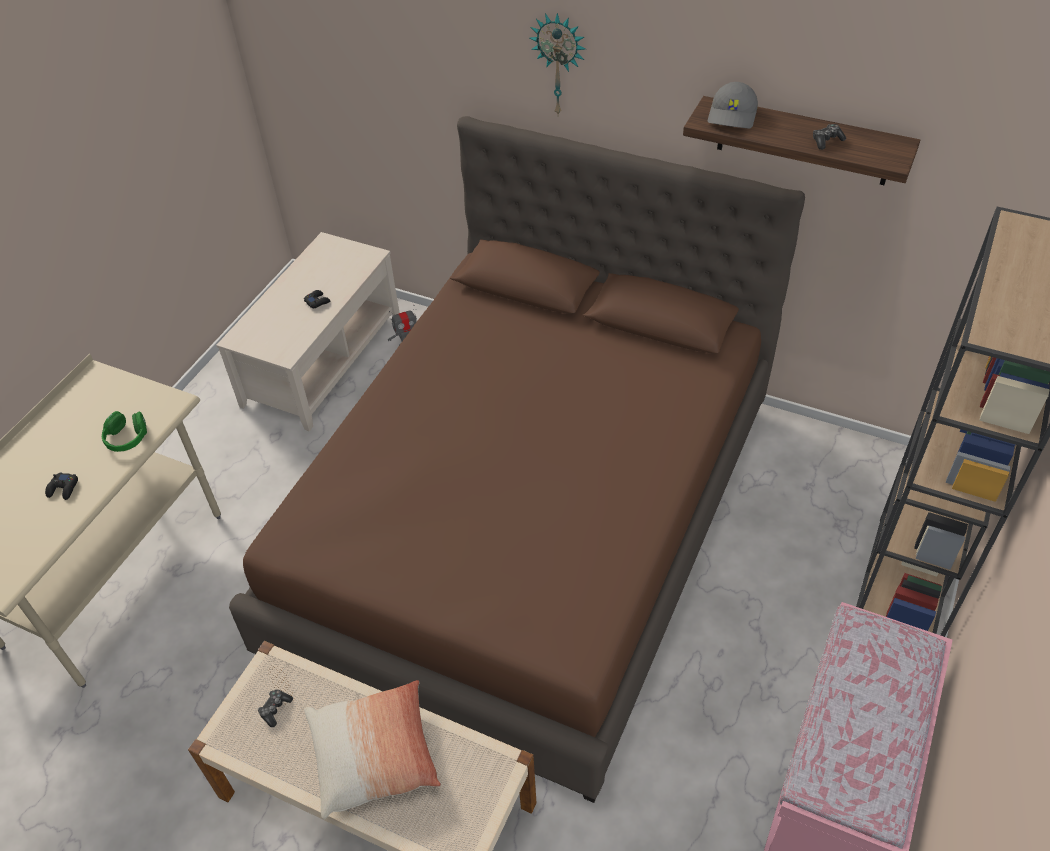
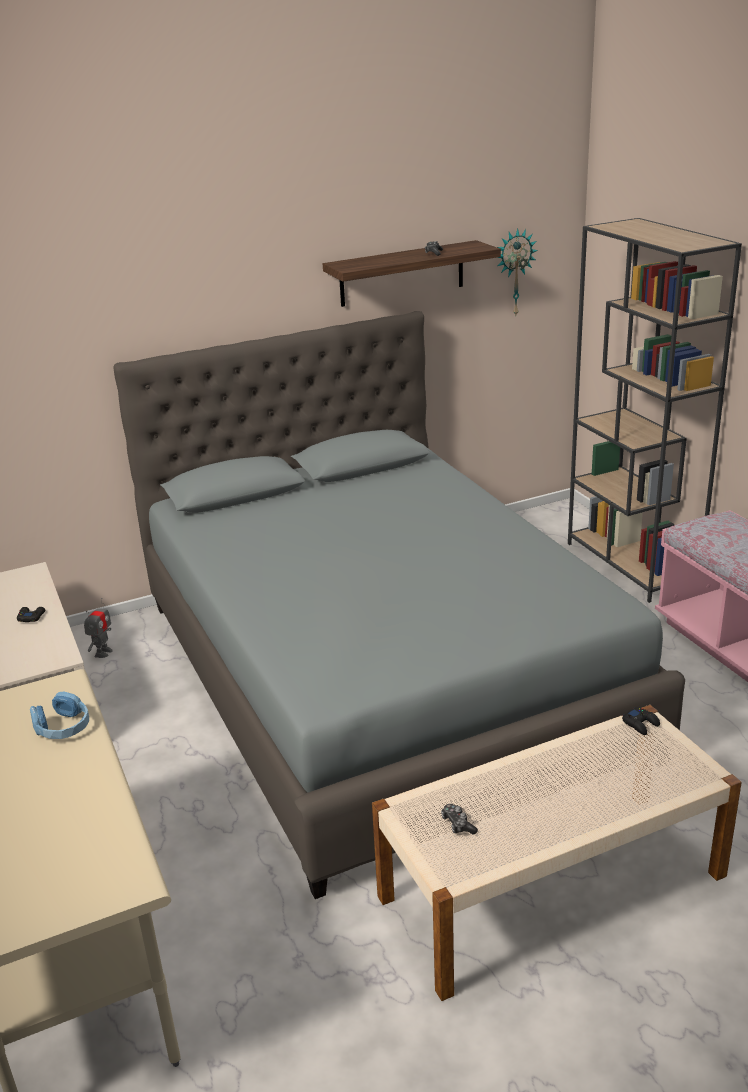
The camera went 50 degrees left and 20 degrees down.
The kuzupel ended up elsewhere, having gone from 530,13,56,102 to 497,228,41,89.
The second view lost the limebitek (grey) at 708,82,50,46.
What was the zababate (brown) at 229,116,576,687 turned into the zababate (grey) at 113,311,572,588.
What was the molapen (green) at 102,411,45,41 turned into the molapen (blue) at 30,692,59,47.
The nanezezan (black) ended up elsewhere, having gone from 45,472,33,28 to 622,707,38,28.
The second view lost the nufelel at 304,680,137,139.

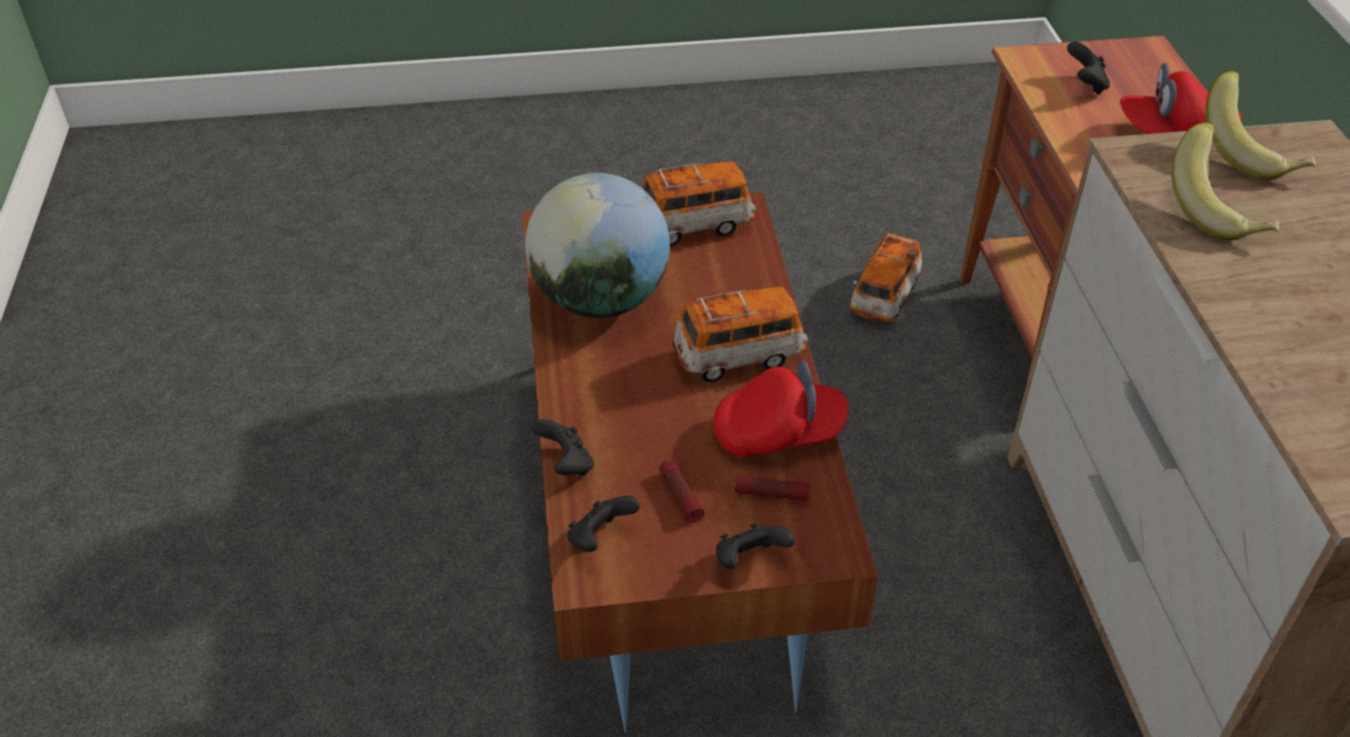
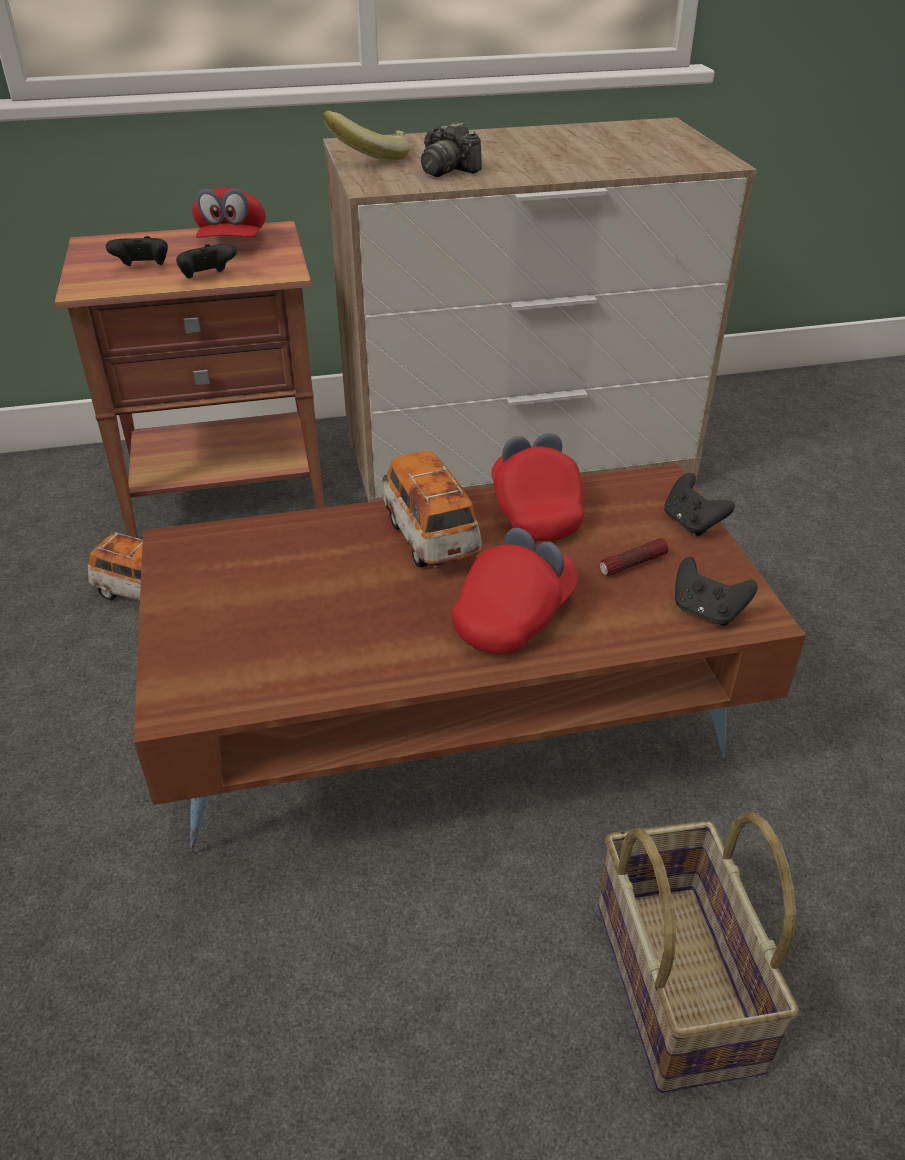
The camera went 95 degrees left and 5 degrees down.
Where the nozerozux stood at 1172,122,107,118, the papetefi came to stand at 421,122,61,55.
The second view lost the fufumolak at 641,162,114,84.
The second view lost the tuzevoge at 525,173,145,145.
The nanezezan (black) ended up elsewhere, having gone from 531,419,63,57 to 176,244,61,35.
The second view lost the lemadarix at 734,475,76,26.
The second view gained the limebitek (red) at 452,528,126,126.
The second view gained the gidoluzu at 598,812,202,281.

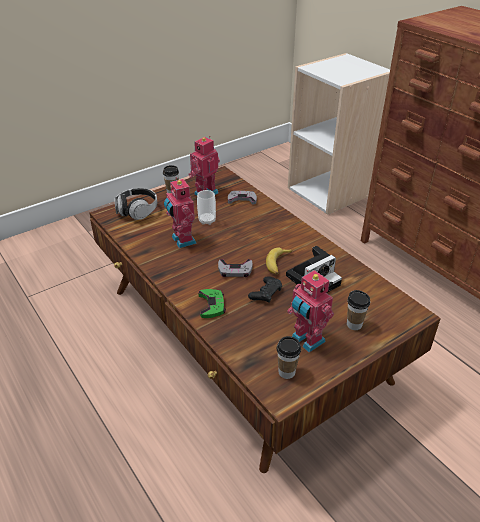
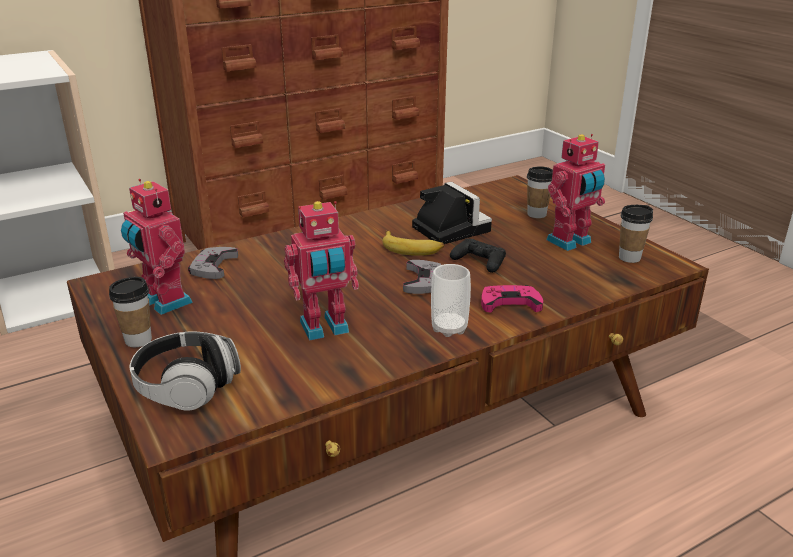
The camera went 85 degrees left and 10 degrees down.
The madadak ended up elsewhere, having gone from 197,190,19,35 to 431,264,40,73.
What was the nanezezan (green) at 199,289,27,29 turned into the nanezezan (pink) at 481,285,62,27.

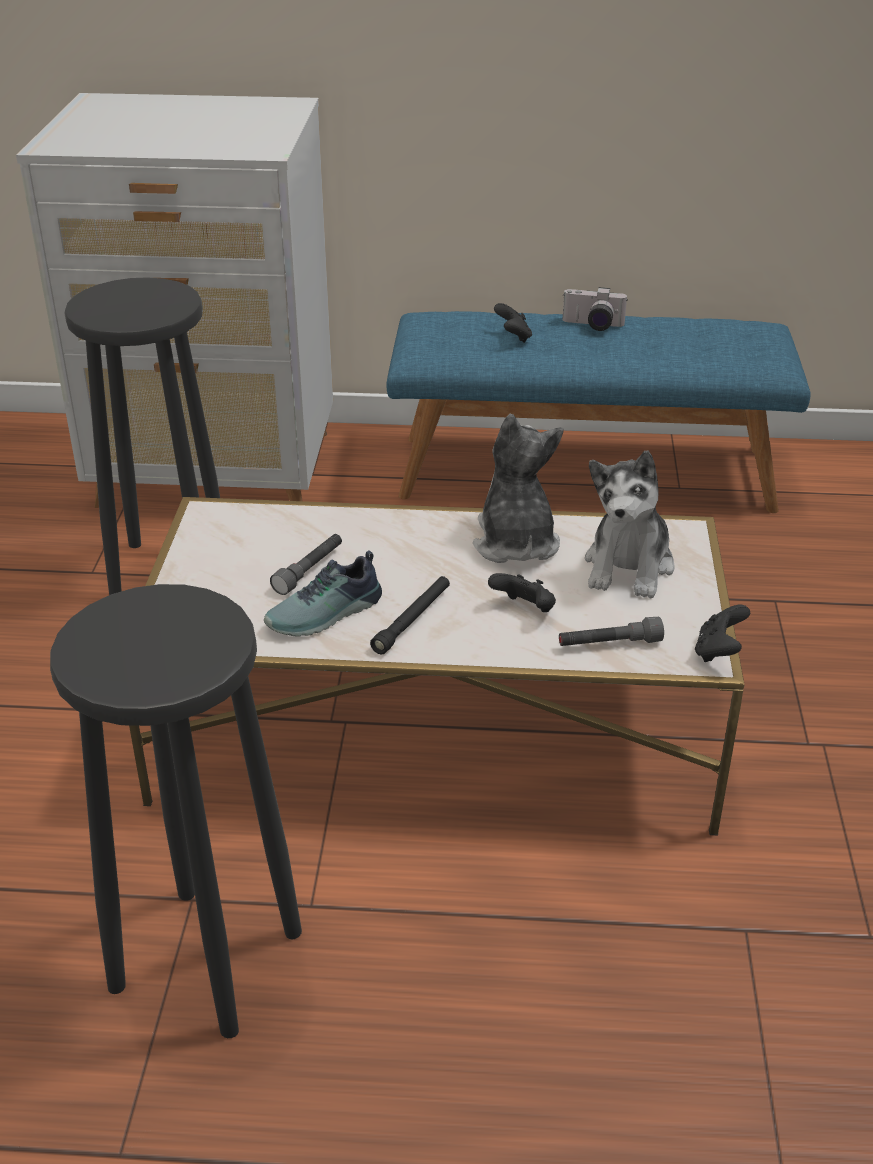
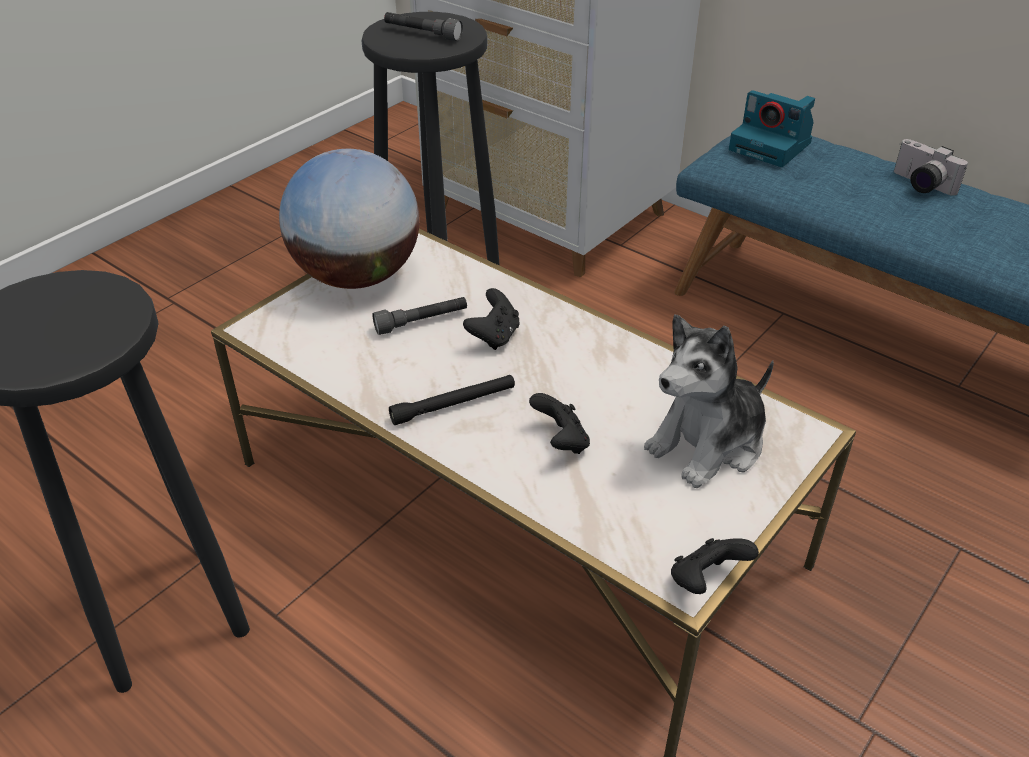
The camera went 35 degrees right and 5 degrees up.
The nanezezan (black) ended up elsewhere, having gone from 494,303,38,40 to 463,288,56,62.
The second view lost the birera at 473,414,91,149.
The second view lost the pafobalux at 264,551,118,86.
The lemadarix (grey) ended up elsewhere, having gone from 559,617,105,29 to 384,12,79,29.
The second view gained the papetefi at 729,90,86,77.
The second view gained the tuzevoge at 279,149,141,140.

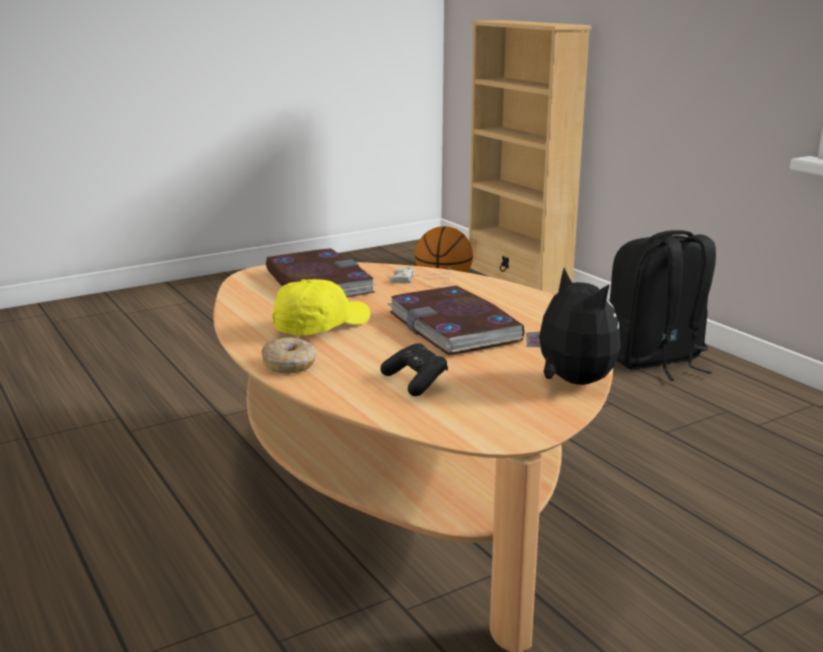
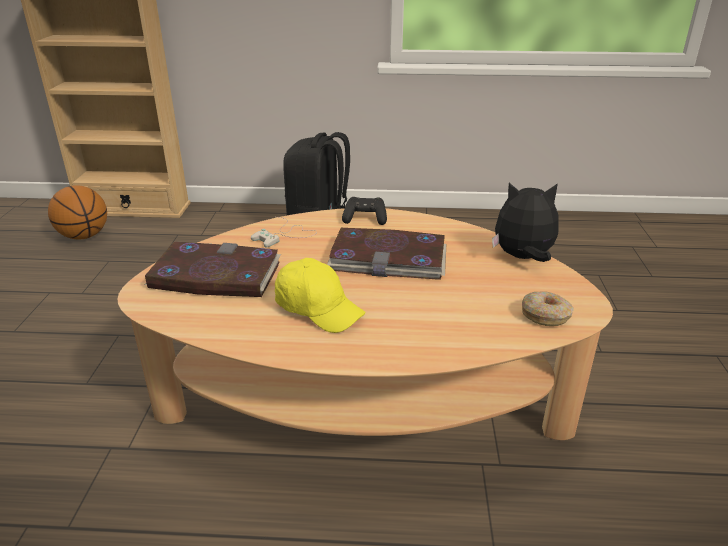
The camera went 55 degrees left and 10 degrees up.
The limebitek (yellow) at 273,279,97,57 ended up facing another way, 135 degrees clockwise from before.
The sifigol ended up elsewhere, having gone from 261,337,55,37 to 522,291,52,35.
The nanezezan (black) ended up elsewhere, having gone from 380,343,68,53 to 342,197,45,28.

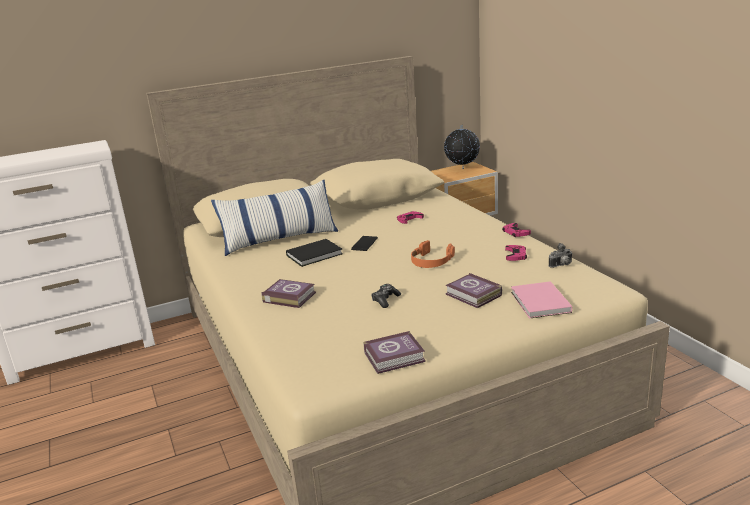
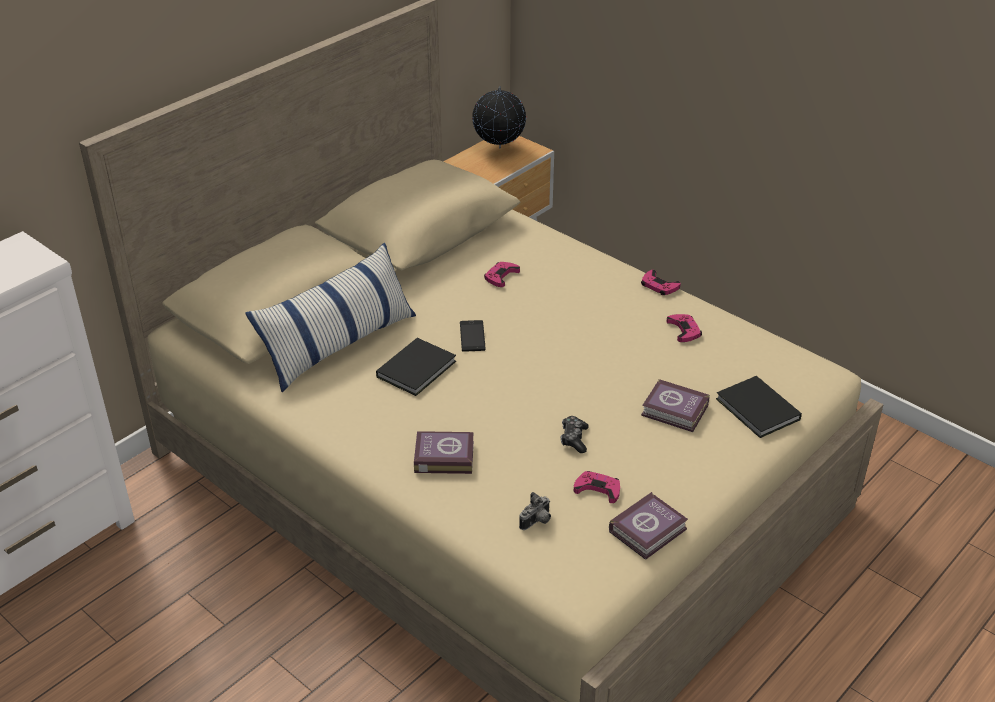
The camera went 25 degrees left and 15 degrees up.
The second view lost the molapen (orange) at 411,240,44,28.
The papetefi ended up elsewhere, having gone from 549,243,24,25 to 519,492,32,38.
What was the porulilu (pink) at 511,281,61,38 turned into the porulilu (black) at 716,376,86,62.
The second view gained the nanezezan (pink) at 574,471,46,32.

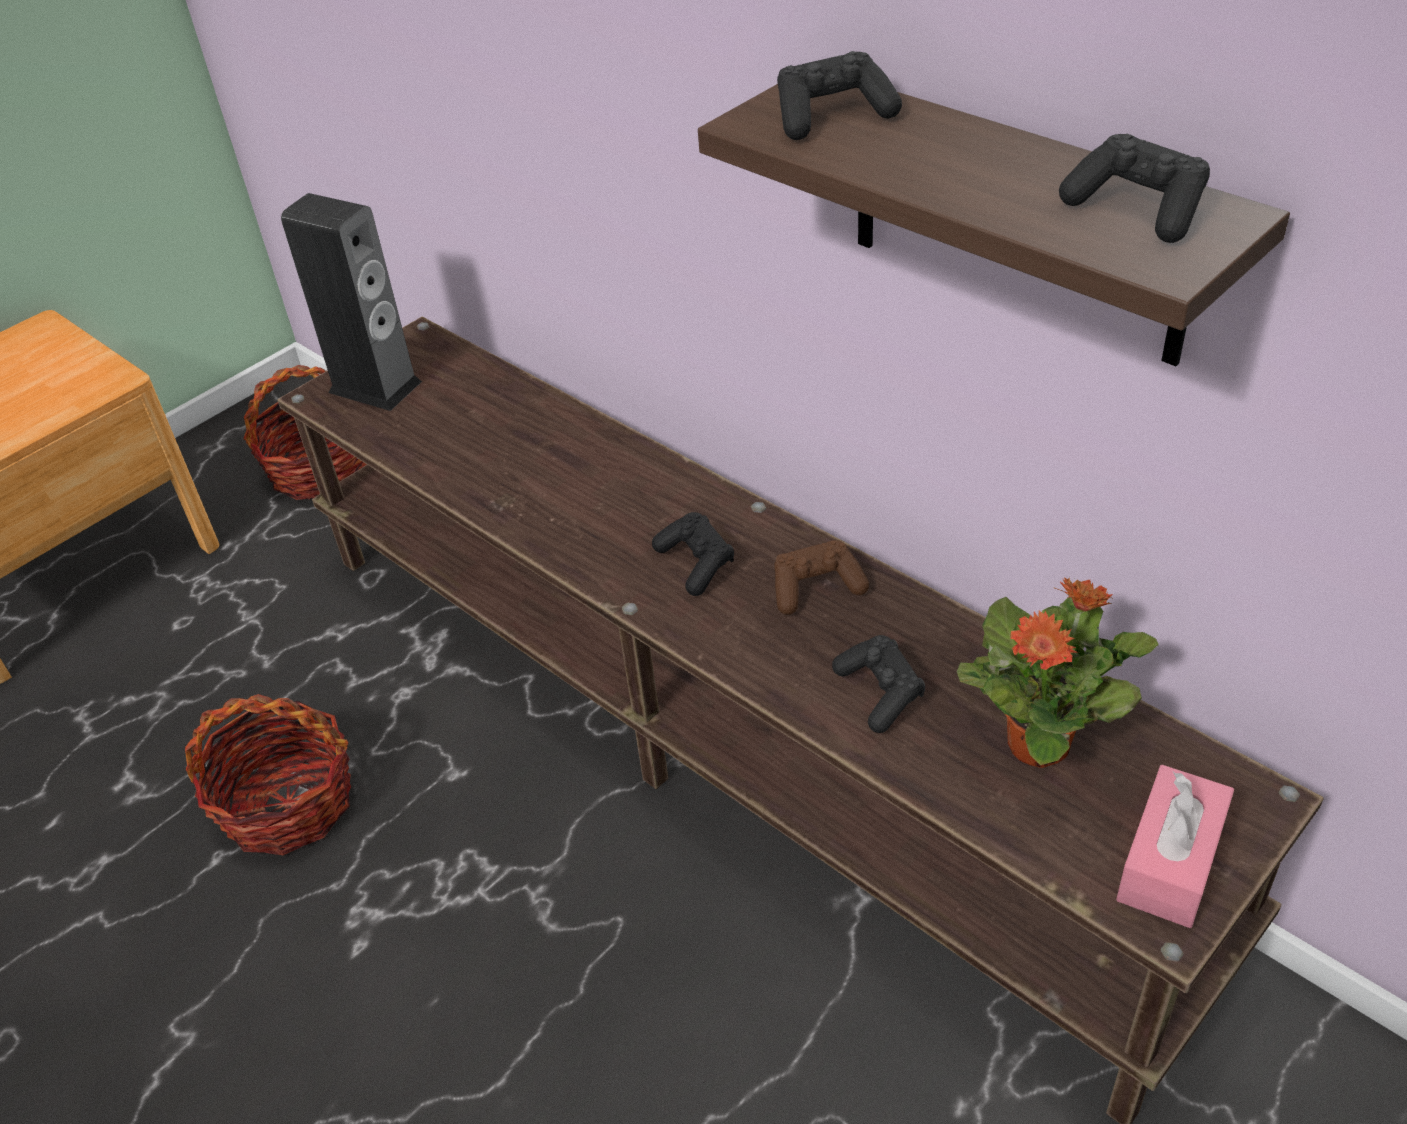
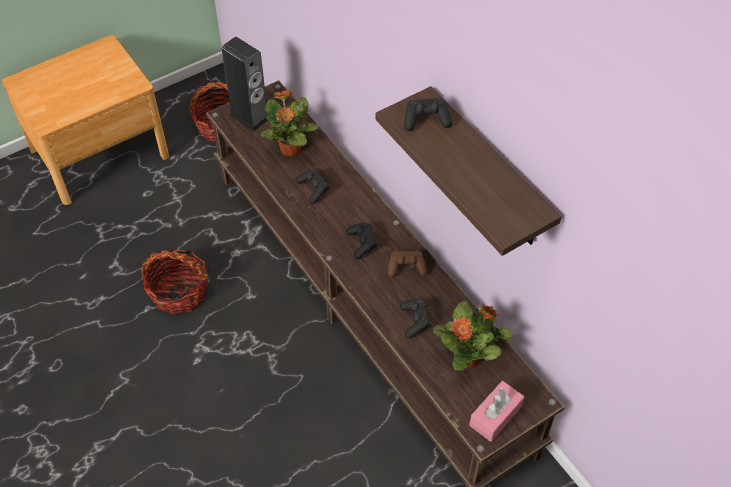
The camera went 10 degrees right and 10 degrees up.
The nanezezan (black) ended up elsewhere, having gone from 1059,134,151,109 to 296,168,33,36.
The second view gained the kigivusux at 261,90,57,66.

